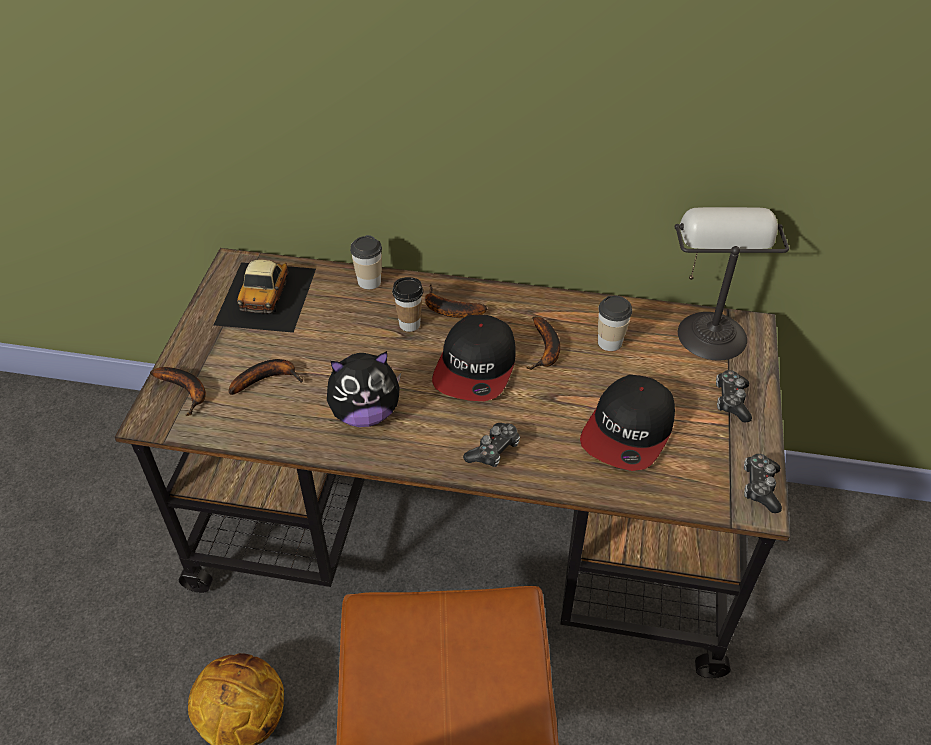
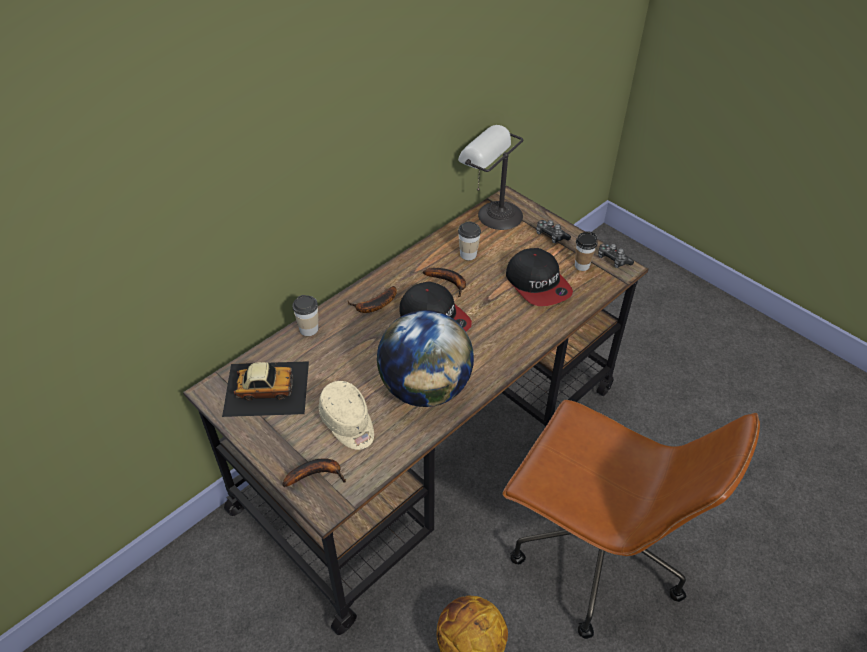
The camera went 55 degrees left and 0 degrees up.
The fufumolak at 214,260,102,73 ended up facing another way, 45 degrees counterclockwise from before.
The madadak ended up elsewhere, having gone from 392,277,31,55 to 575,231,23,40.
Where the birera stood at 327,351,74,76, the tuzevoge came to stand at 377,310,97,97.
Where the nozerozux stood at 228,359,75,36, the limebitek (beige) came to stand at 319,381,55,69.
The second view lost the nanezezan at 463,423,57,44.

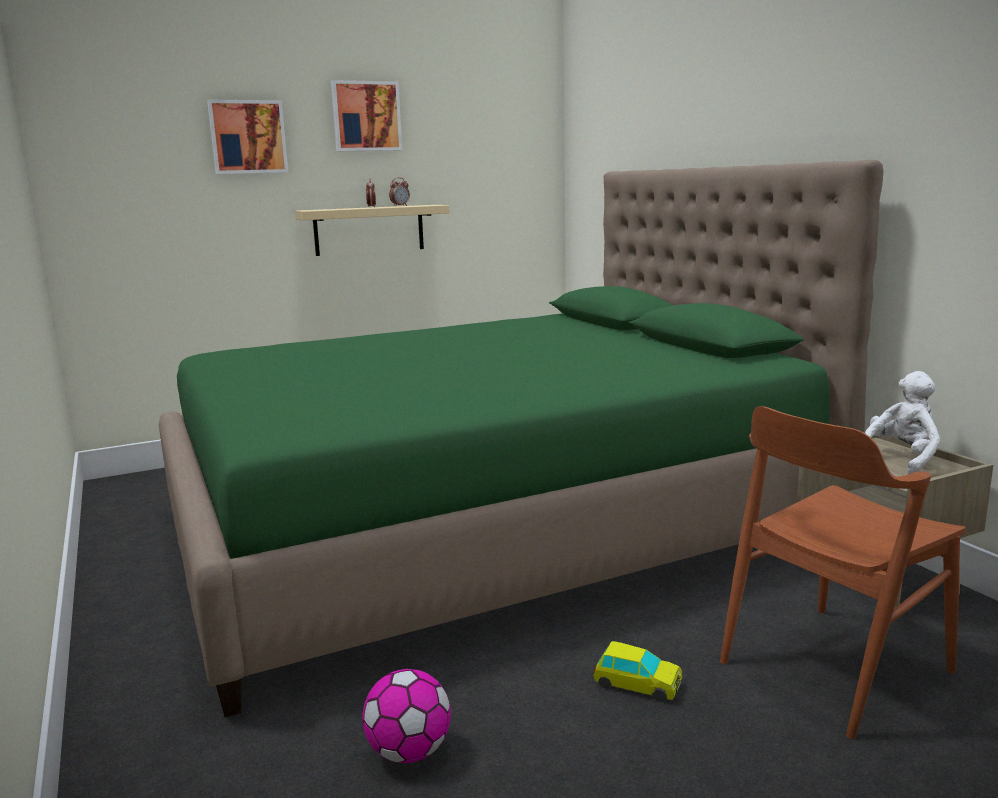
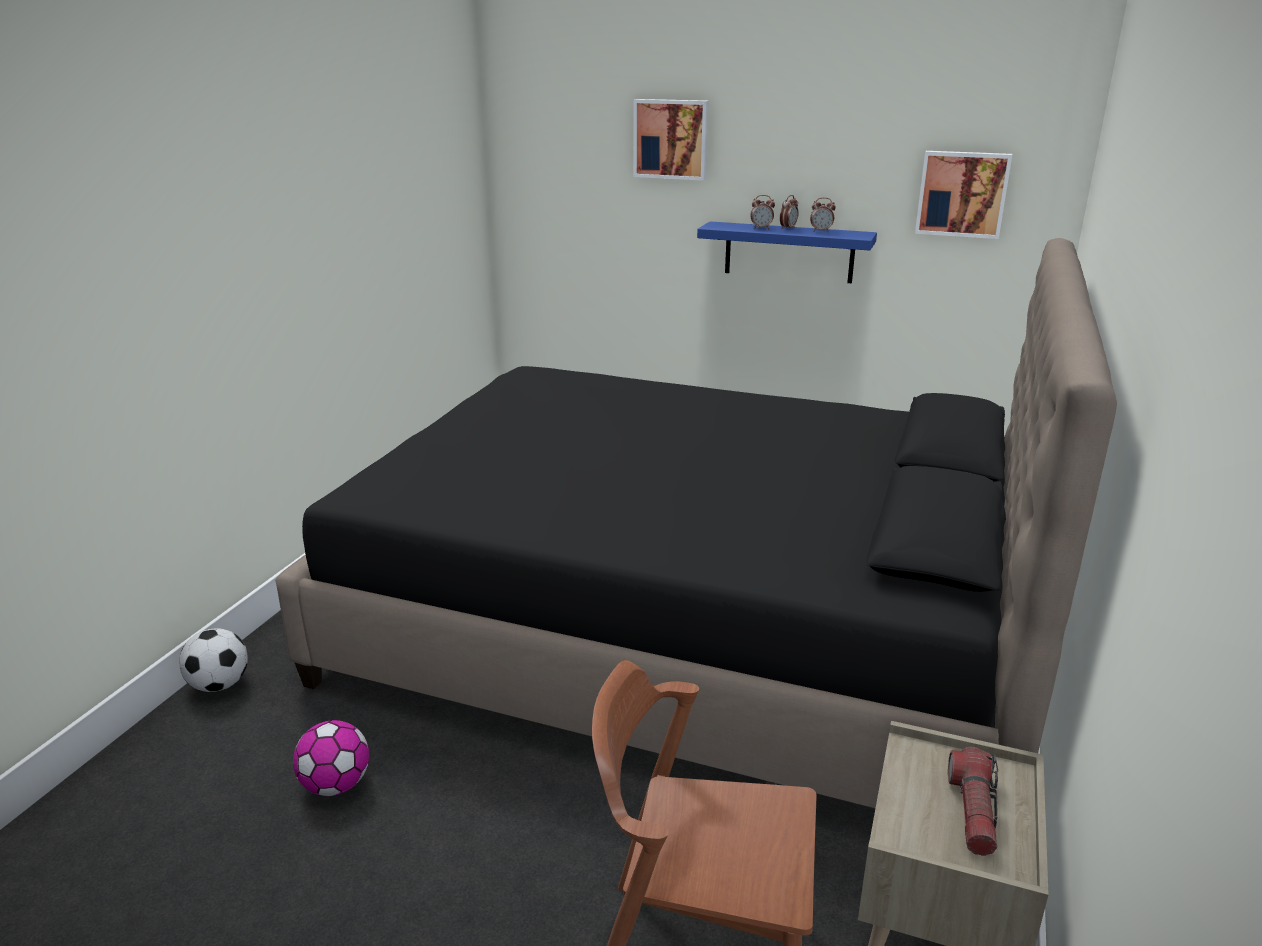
The camera went 45 degrees right and 10 degrees up.
The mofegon ended up elsewhere, having gone from 331,80,71,71 to 915,151,97,88.
What was the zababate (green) at 159,160,724,557 turned into the zababate (black) at 275,238,842,570.
What was the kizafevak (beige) at 295,205,154,51 turned into the kizafevak (blue) at 697,221,180,62.
Where the birera (white) stood at 865,371,75,103, the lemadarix came to stand at 948,747,50,109.
The second view lost the fufumolak at 593,641,89,61.
The second view gained the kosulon at 750,195,25,34.
The second view gained the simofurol at 179,628,69,64.

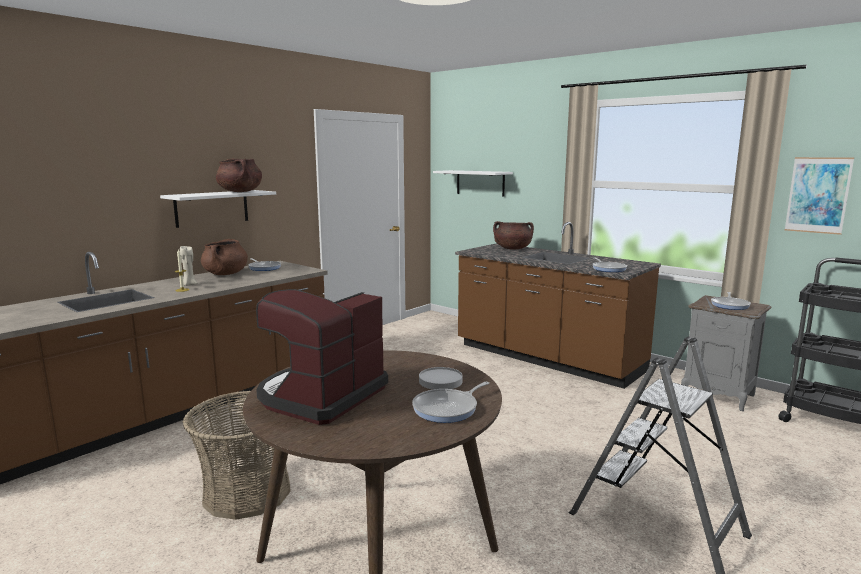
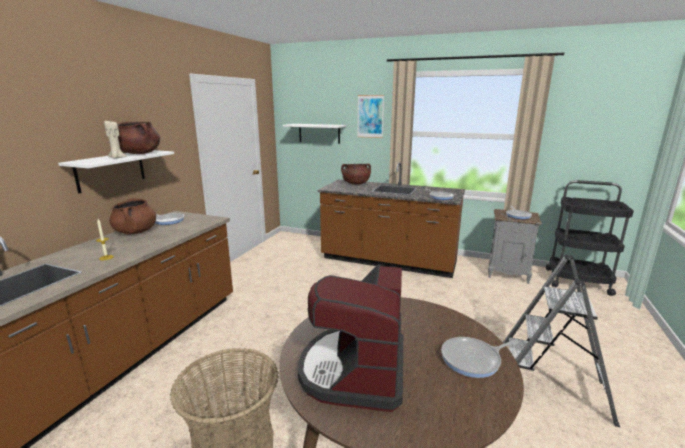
The camera went 20 degrees left and 5 degrees up.
The mofegon ended up elsewhere, having gone from 785,157,69,78 to 357,95,27,43.
The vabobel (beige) ended up elsewhere, having gone from 180,246,18,40 to 104,121,22,37.
The second view lost the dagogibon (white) at 419,367,44,23.
The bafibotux at 412,382,77,41 ended up facing another way, 45 degrees clockwise from before.

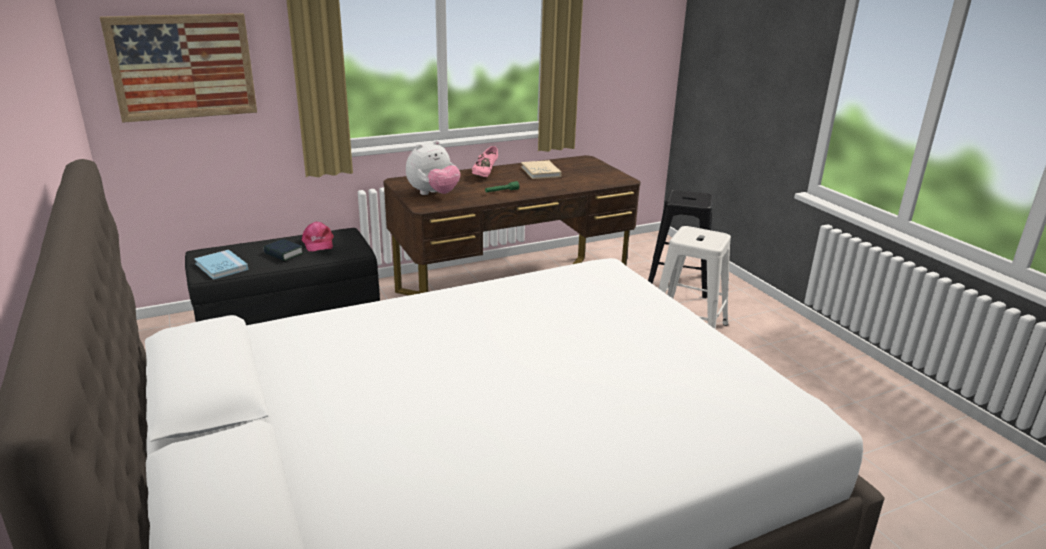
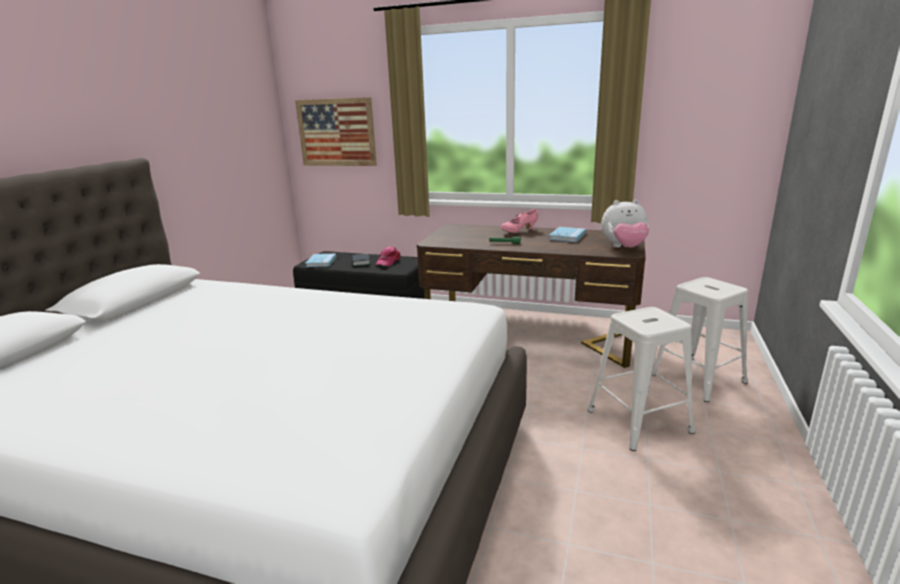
The camera went 45 degrees right and 5 degrees down.
The birera ended up elsewhere, having gone from 406,140,55,55 to 601,200,48,48.
What was the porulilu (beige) at 521,160,41,19 turned into the porulilu (blue) at 549,227,37,15.
What was the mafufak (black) at 648,190,65,108 turned into the mafufak (white) at 652,277,96,125.

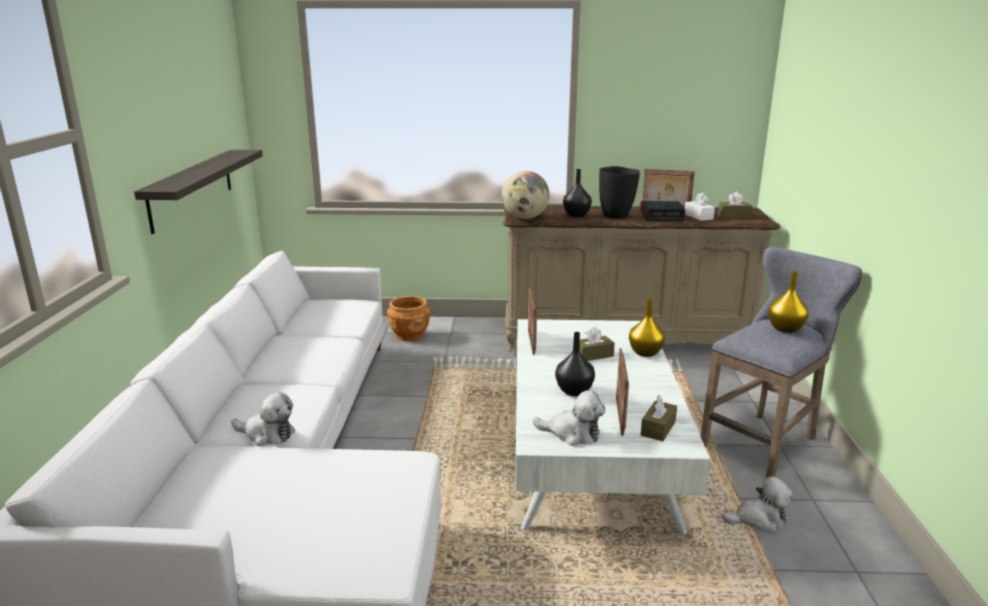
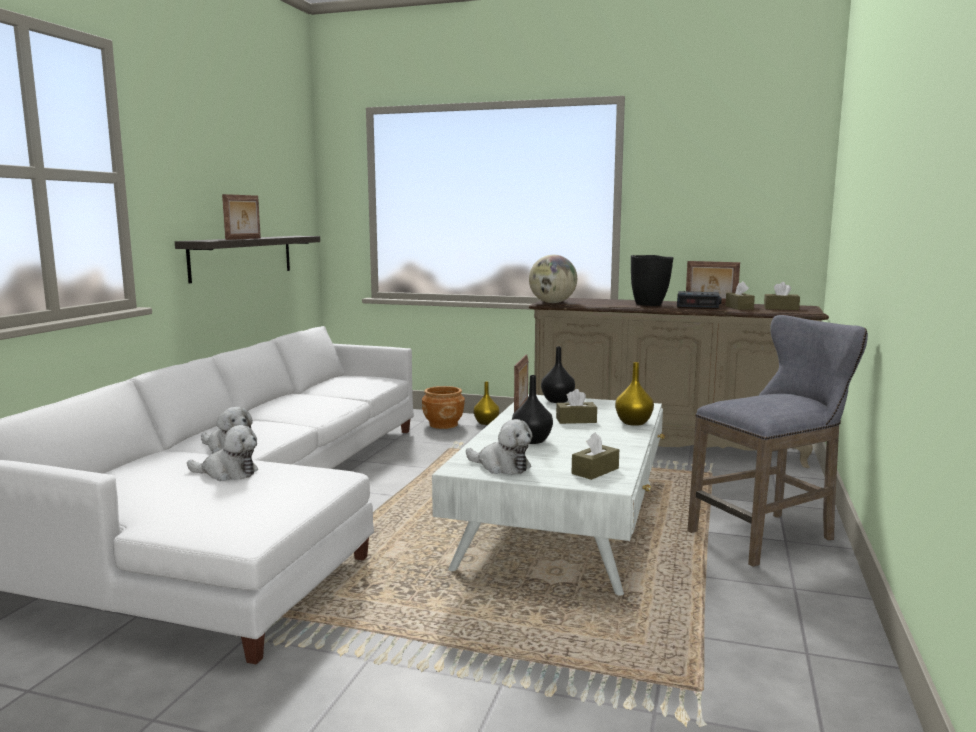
The camera went 15 degrees right and 10 degrees down.
The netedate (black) ended up elsewhere, having gone from 563,169,29,48 to 541,346,34,57.
What was the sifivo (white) at 685,193,30,28 turned into the sifivo (brown) at 725,281,30,29.
The netedate (yellow) ended up elsewhere, having gone from 768,271,41,62 to 474,382,25,43.
The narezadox ended up elsewhere, having gone from 616,348,13,88 to 222,194,39,46.
The birera ended up elsewhere, having gone from 722,476,70,57 to 187,425,71,56.

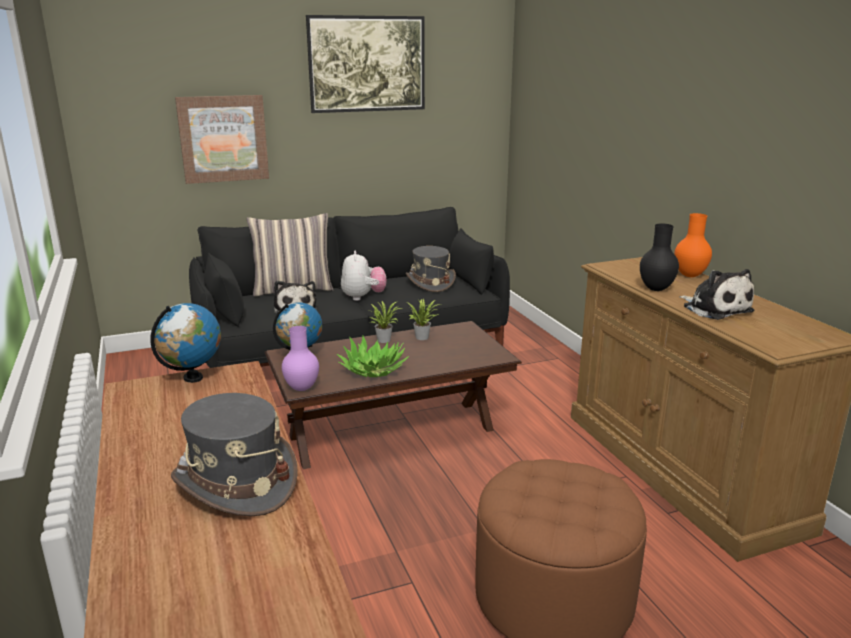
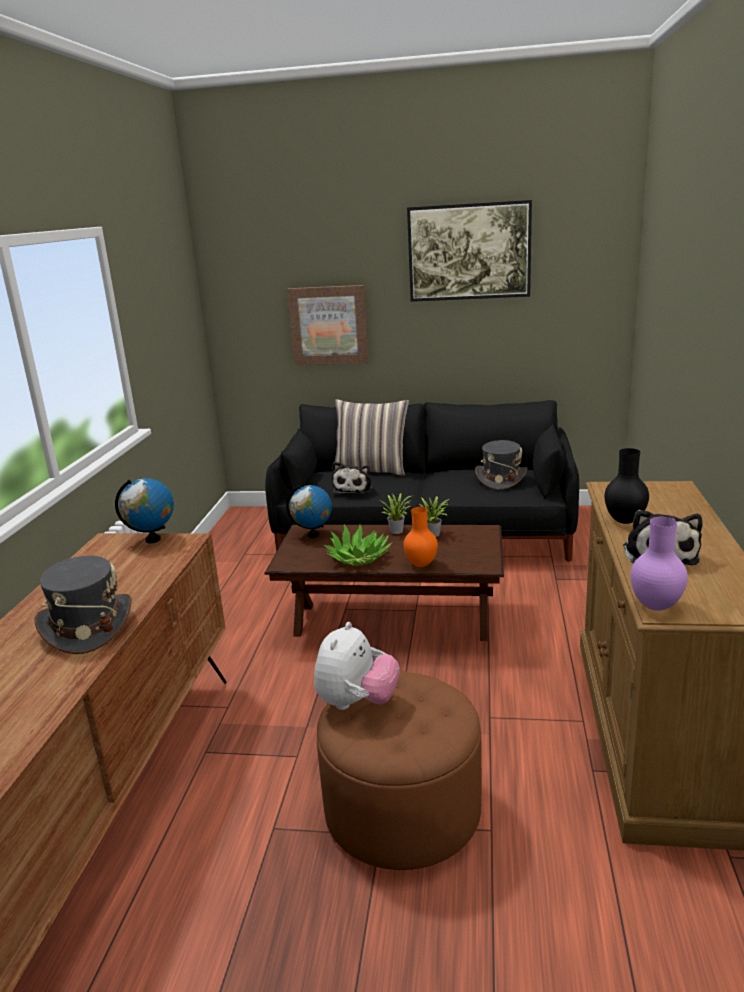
The camera went 30 degrees right and 0 degrees up.
The netedate (orange) ended up elsewhere, having gone from 674,213,38,64 to 403,507,35,60.
The birera ended up elsewhere, having gone from 341,251,45,50 to 314,622,85,88.
The netedate (purple) ended up elsewhere, having gone from 282,326,37,65 to 630,517,58,94.

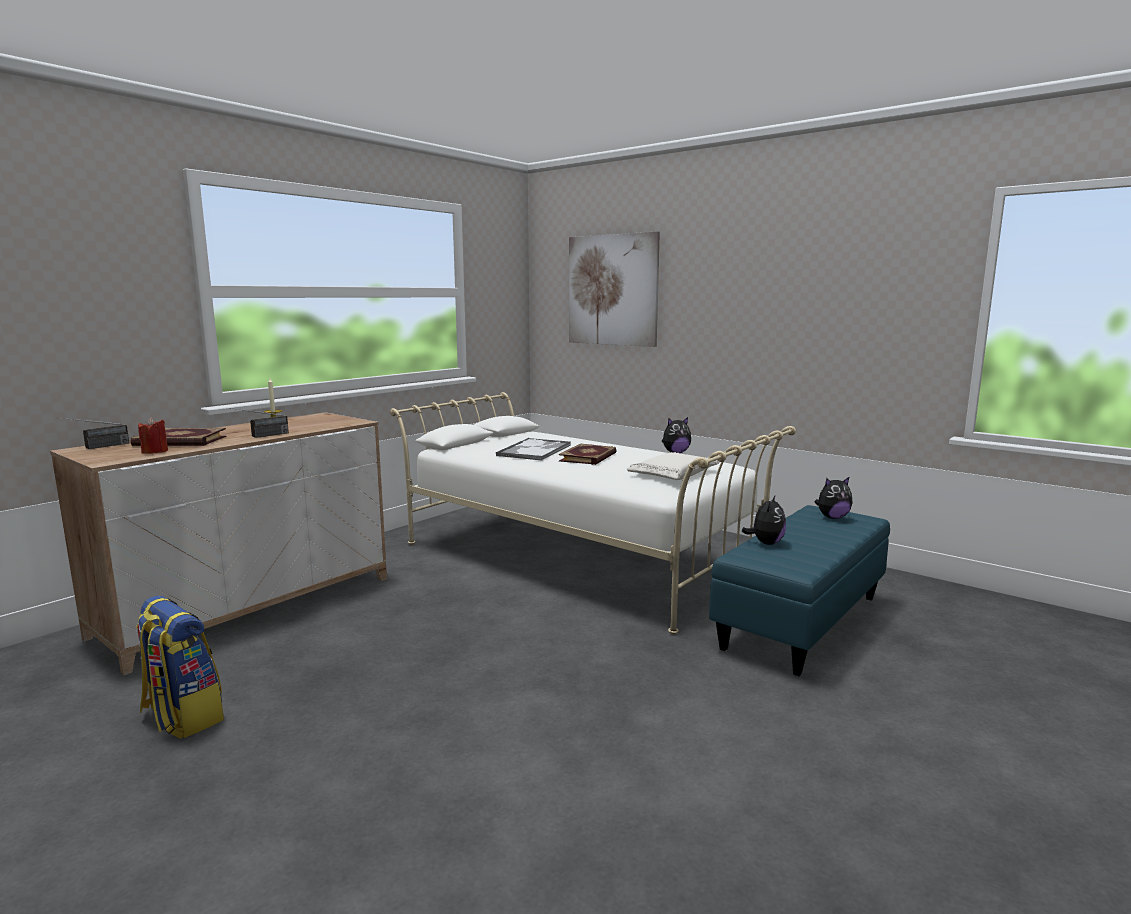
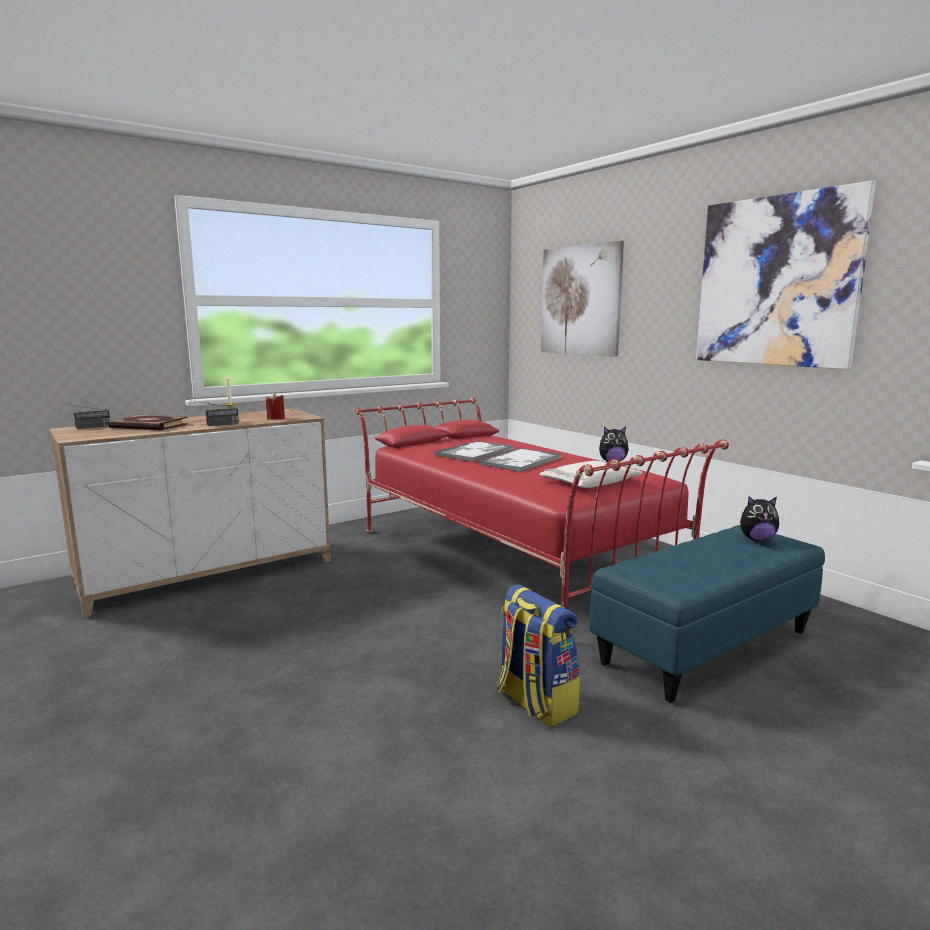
The camera went 15 degrees right and 0 degrees up.
What was the zababate (white) at 390,392,406,243 turned into the zababate (red) at 355,398,374,211.
The vabobel (red) ended up elsewhere, having gone from 138,417,30,37 to 266,393,19,27.
Where the porulilu stood at 559,443,58,22, the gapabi came to stand at 478,448,84,24.
The second view lost the birera at 742,496,44,49.
The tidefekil ended up elsewhere, having gone from 136,595,88,144 to 497,584,83,143.
The second view gained the mofegon at 696,181,180,188.

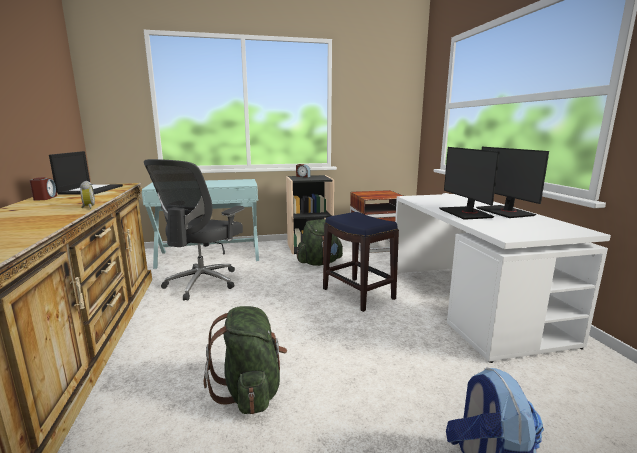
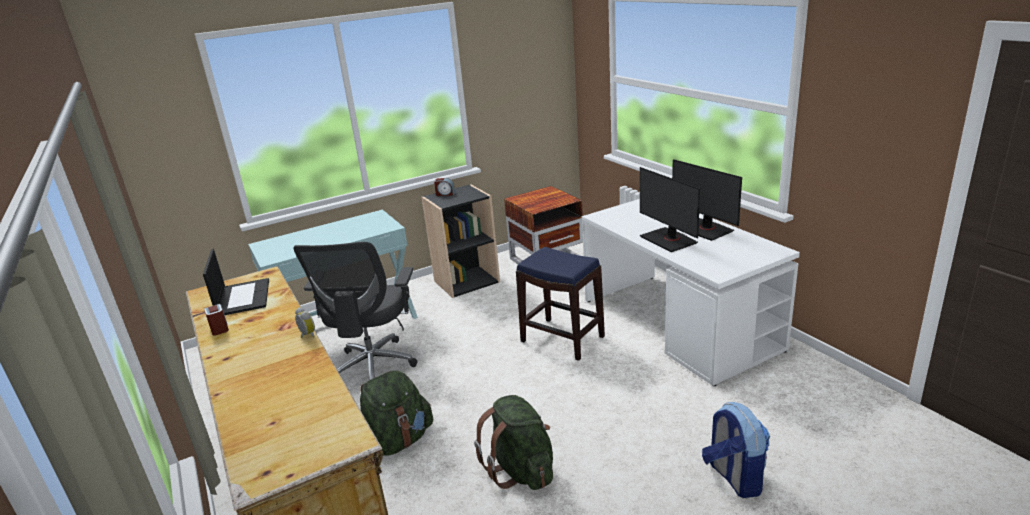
The camera went 15 degrees left and 10 degrees up.
The tidefekil (green) ended up elsewhere, having gone from 297,219,46,47 to 360,370,73,86.

